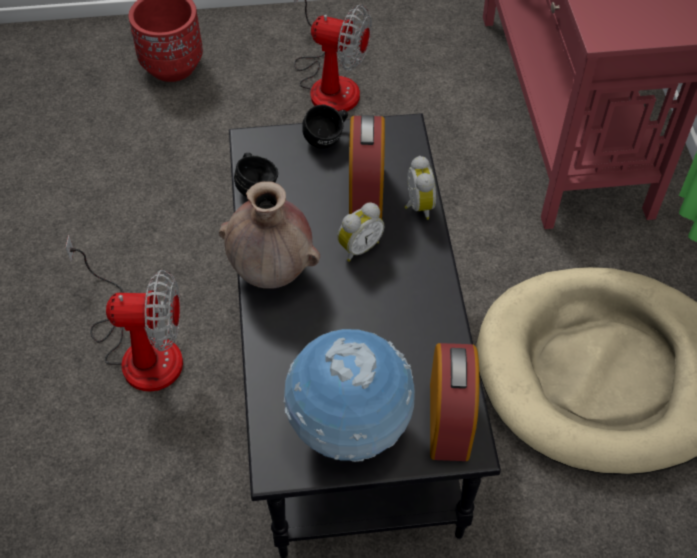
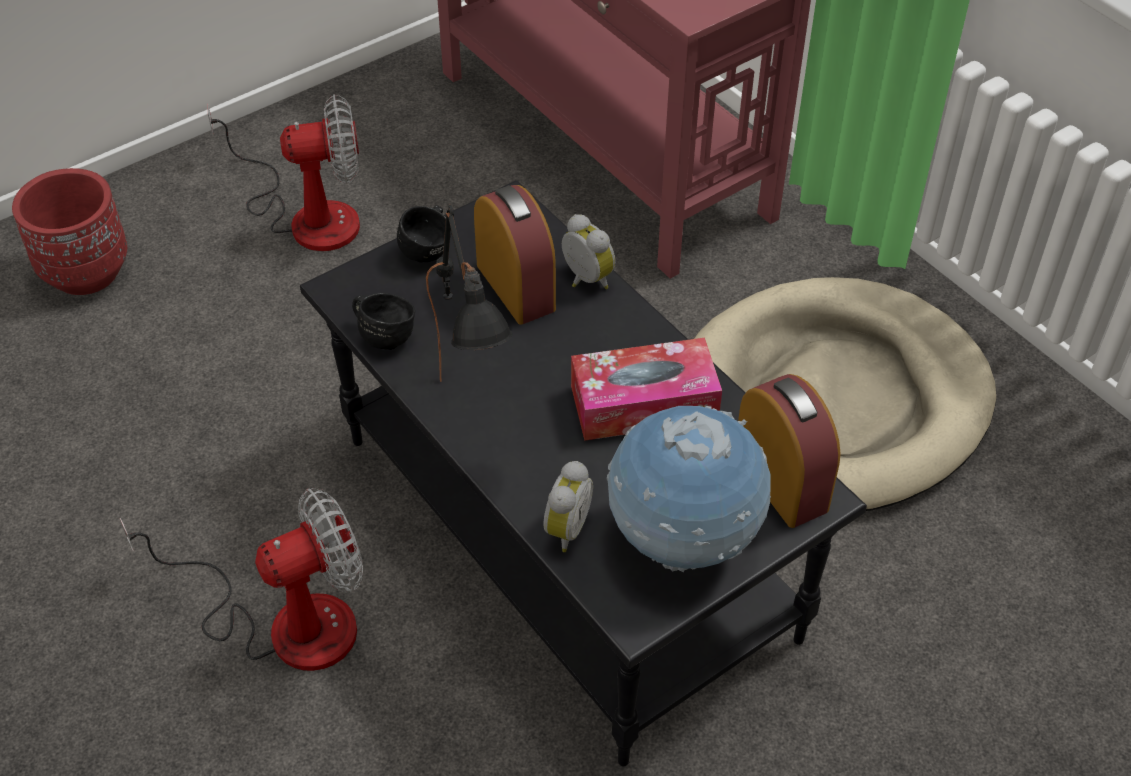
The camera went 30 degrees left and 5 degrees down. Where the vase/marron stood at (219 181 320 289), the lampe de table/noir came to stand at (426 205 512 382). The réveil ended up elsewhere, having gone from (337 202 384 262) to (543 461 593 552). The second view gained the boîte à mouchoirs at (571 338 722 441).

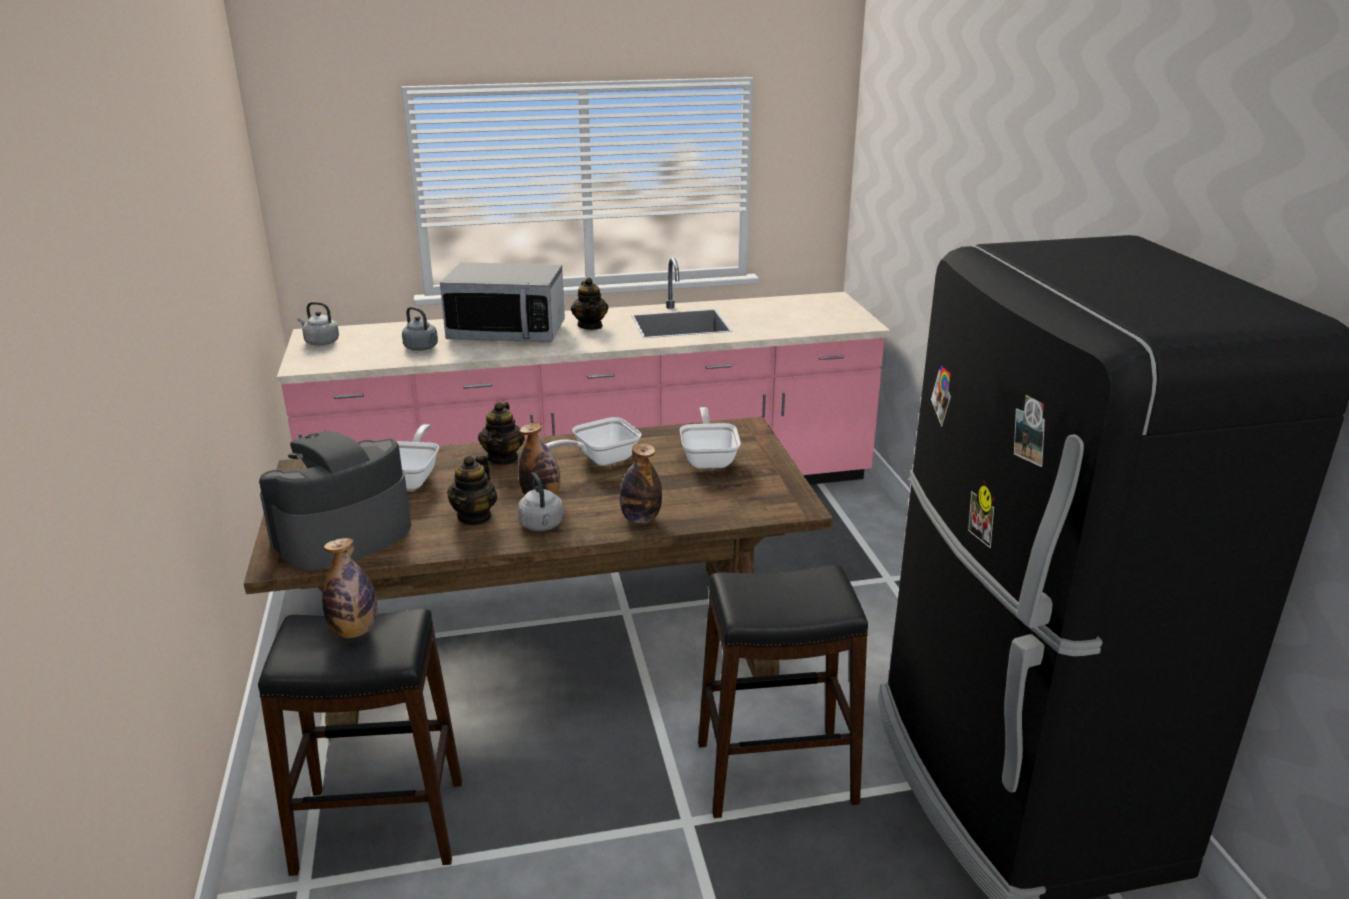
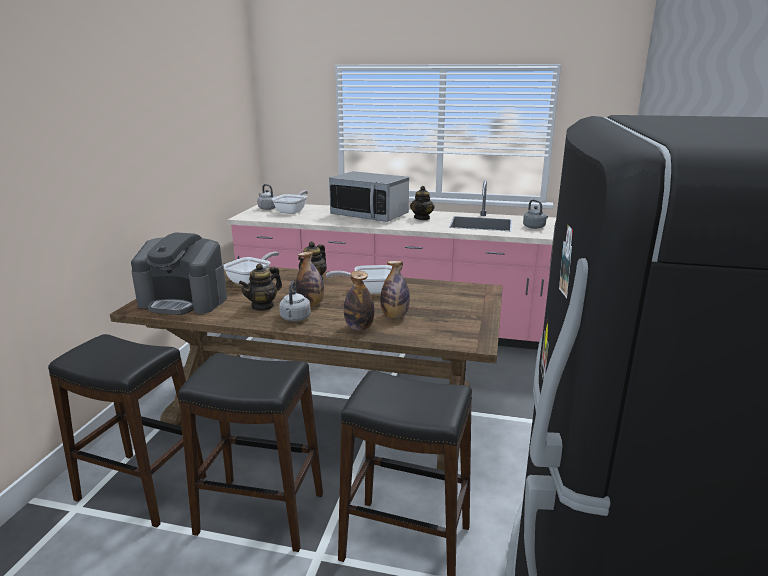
The camera went 25 degrees right and 5 degrees down. The bouilloire/gris ended up elsewhere, having gone from (402 307 438 351) to (523 199 548 229). The poêle ended up elsewhere, having gone from (680 407 741 469) to (272 191 308 214). The machine à café at (259 431 411 569) ended up facing another way, 150 degrees counterclockwise from before. The bouteille ended up elsewhere, having gone from (322 538 377 638) to (380 261 410 318). The second view gained the tabouret/noir at (179 353 323 552).

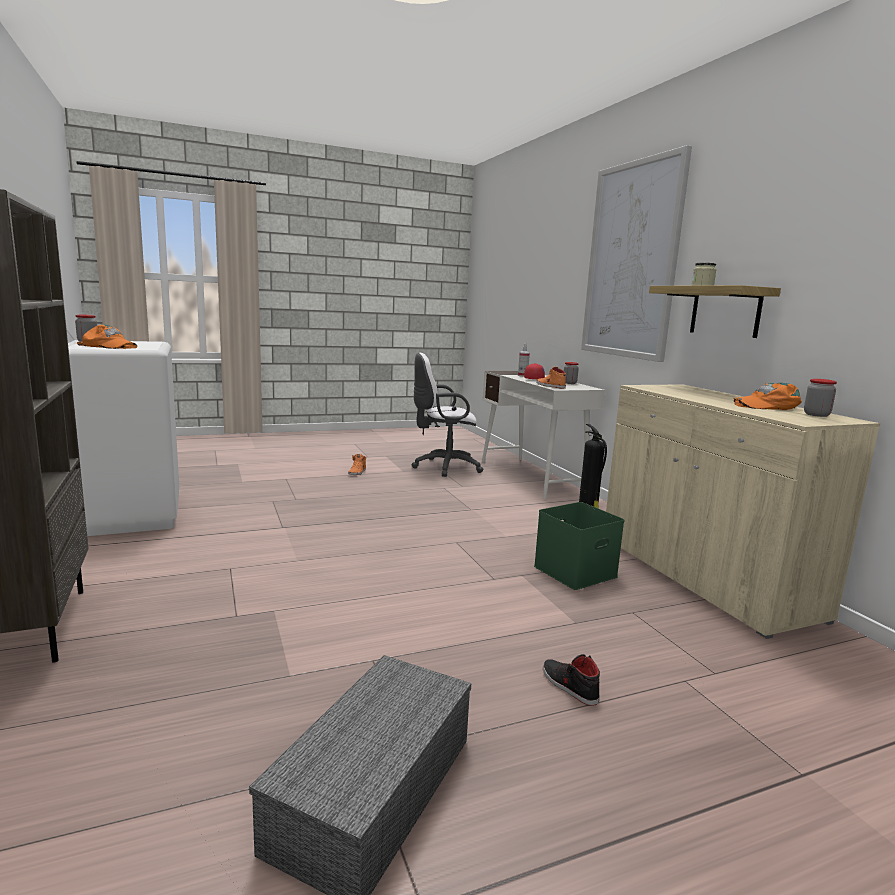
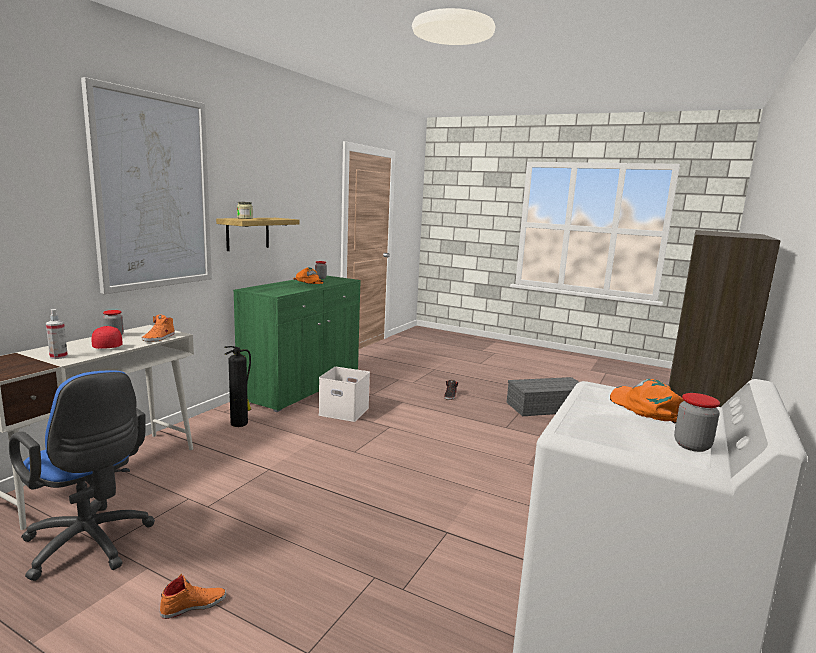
The camera went 130 degrees left and 0 degrees up. What was the chaise de bureau/blanc at (411 353 484 477) turned into the chaise de bureau/bleu at (9 370 155 581). What was the meuble de rangement/beige at (606 384 880 639) turned into the meuble de rangement/vert at (233 276 360 412). What was the boîte de rangement/vert at (534 502 624 590) turned into the boîte de rangement/blanc at (319 367 370 422).

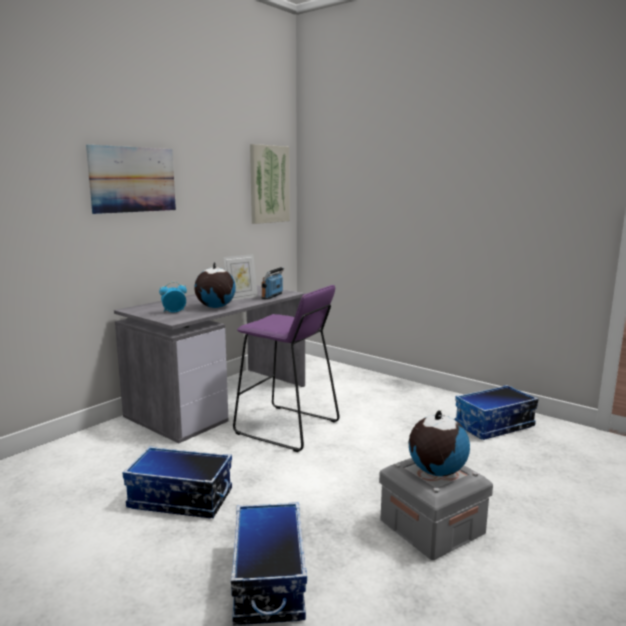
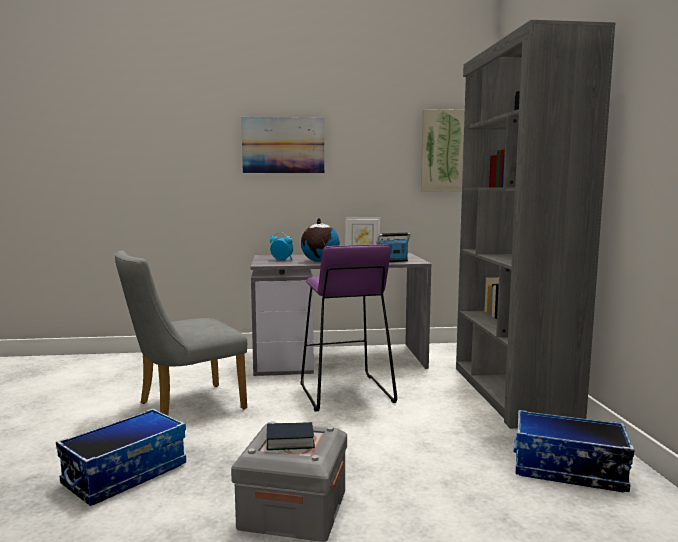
The camera went 45 degrees right and 5 degrees down. Where the globe stood at (409 410 470 476), the livre came to stand at (267 422 315 450). Where the boîte de rangement stood at (123 446 232 518), the chaise/gris came to stand at (115 250 247 416). The second view gained the bibliothèque/gris at (456 20 615 429).

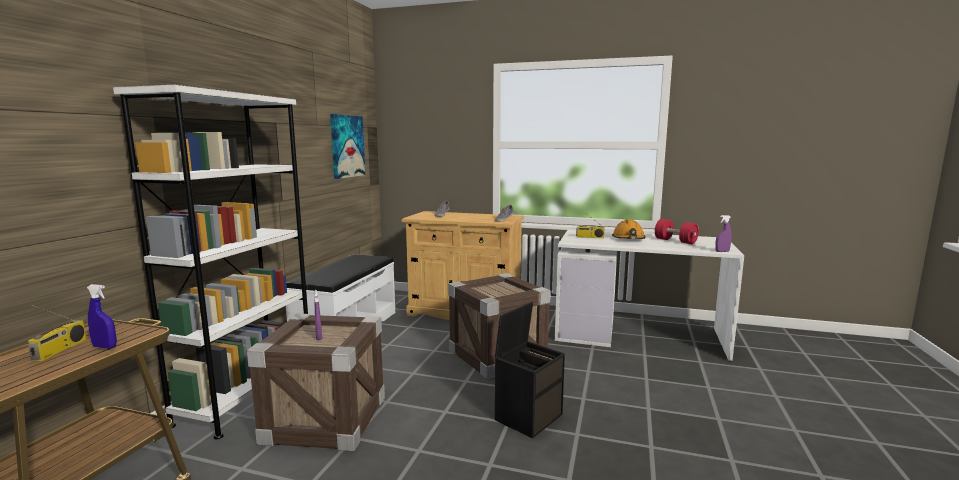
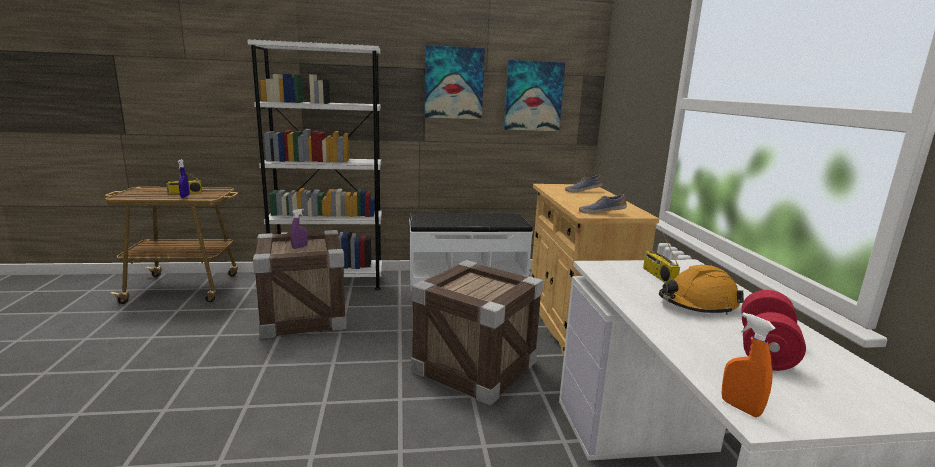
The camera went 65 degrees right and 5 degrees up. What was the vaporisateur/violet at (715 215 732 252) turned into the vaporisateur/orange at (722 312 776 417). The second view lost the boîte de rangement/noir at (495 302 565 438). The second view gained the tableau at (424 45 485 119).

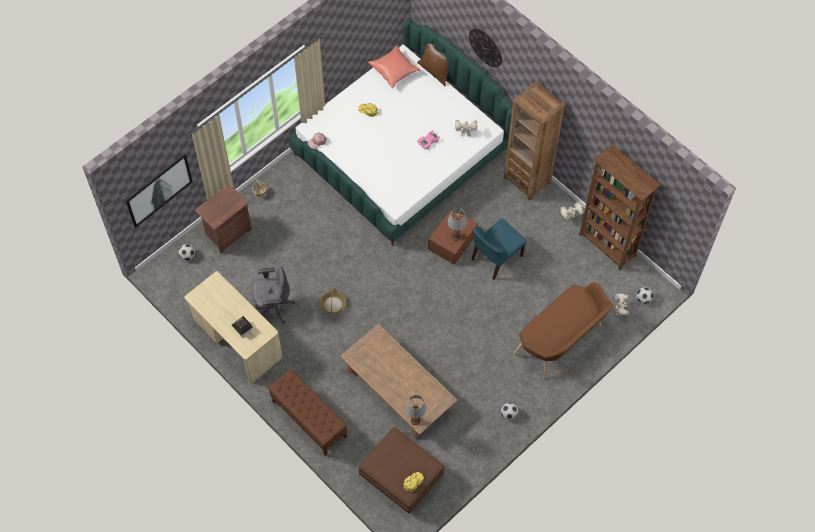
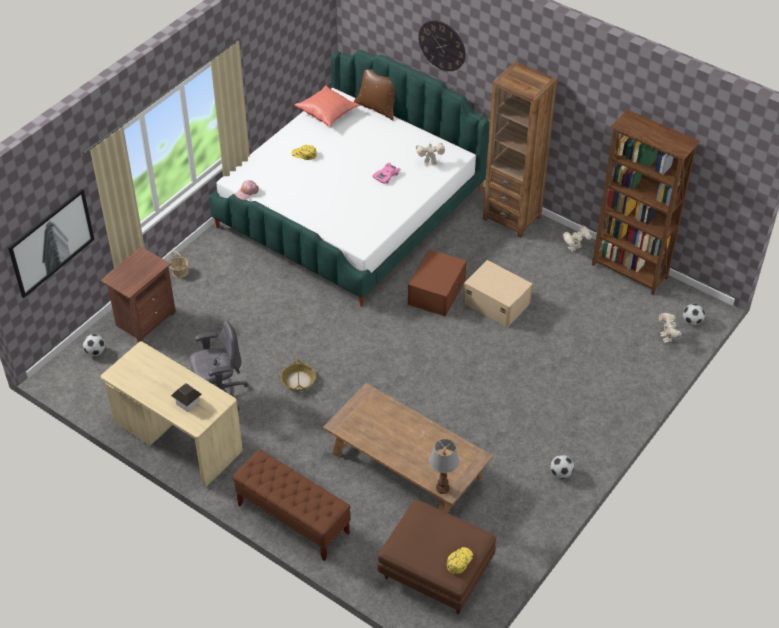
The camera went 10 degrees left and 15 degrees down. The second view lost the lampe de table at (447 208 467 241). Where the chaise/bleu stood at (472 218 527 280), the boîte de rangement/beige came to stand at (463 260 533 327). The second view lost the banc/marron at (513 283 613 379).

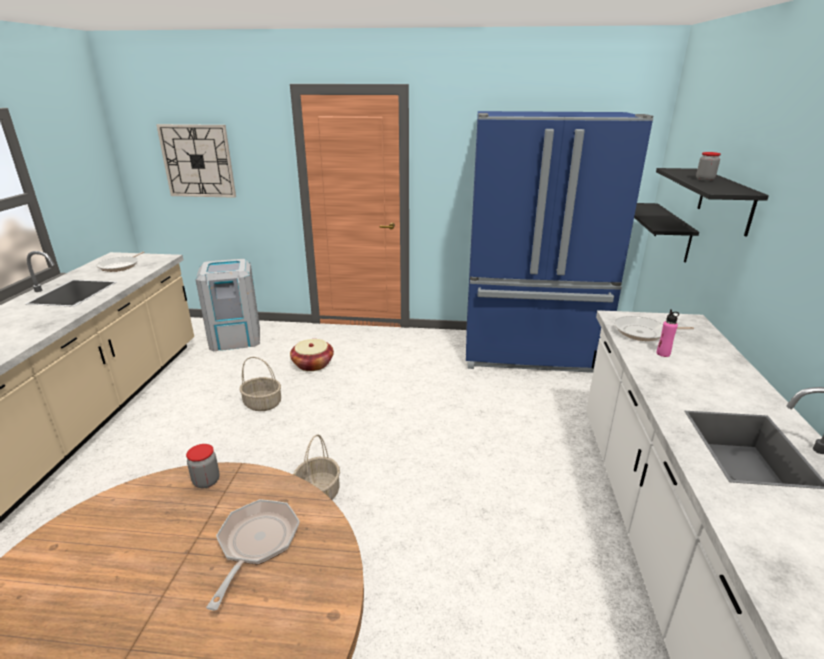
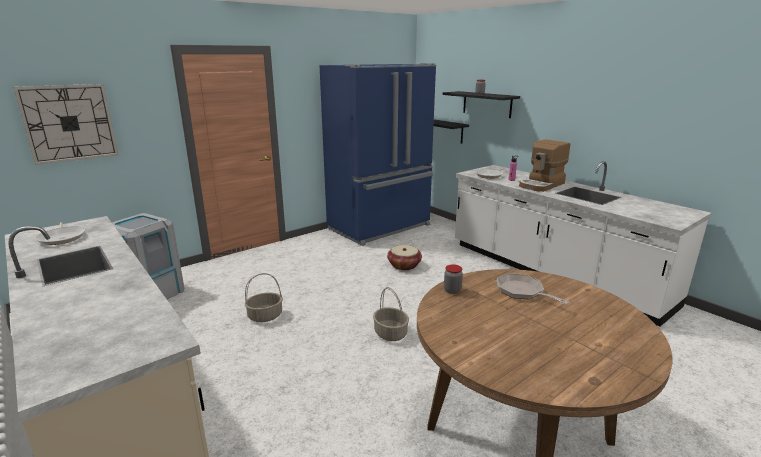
The camera went 45 degrees left and 5 degrees down. The panier ended up elsewhere, having gone from (290 339 334 371) to (387 245 422 270). The second view gained the machine à café at (519 139 570 192).

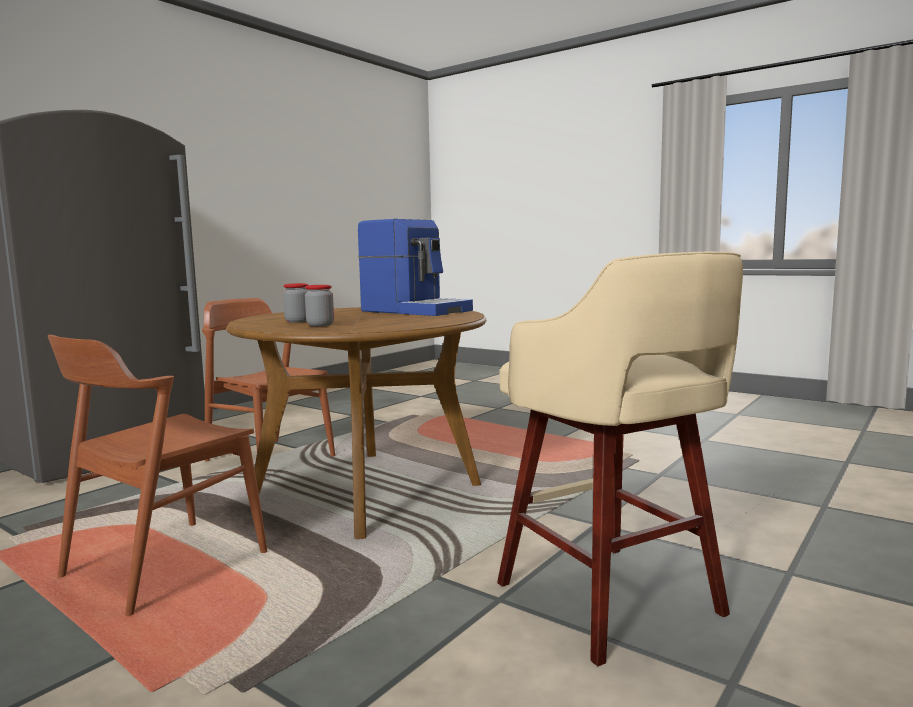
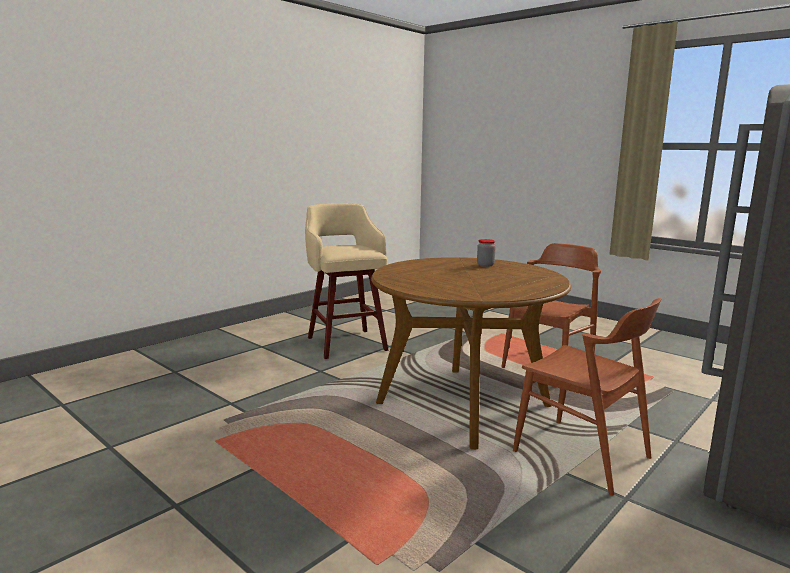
The camera went 175 degrees left and 5 degrees up. The second view lost the machine à café at (358 219 473 316). The second view lost the bocal at (283 283 308 323).

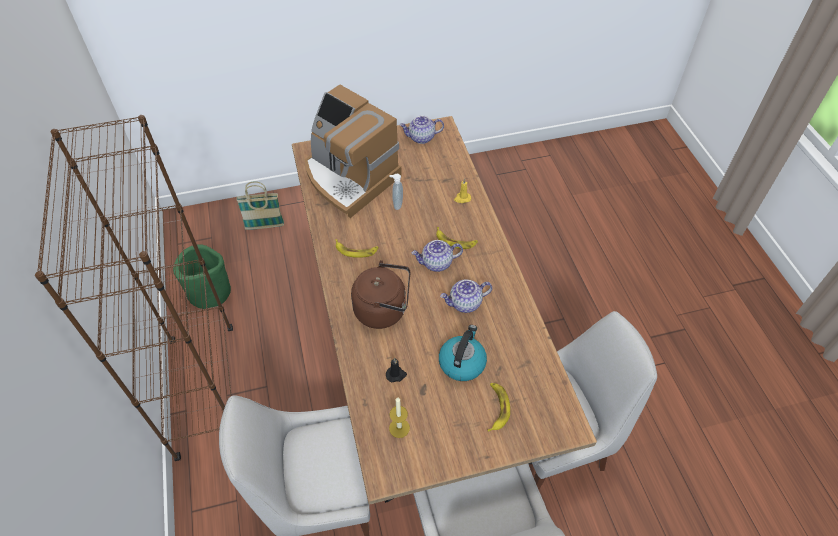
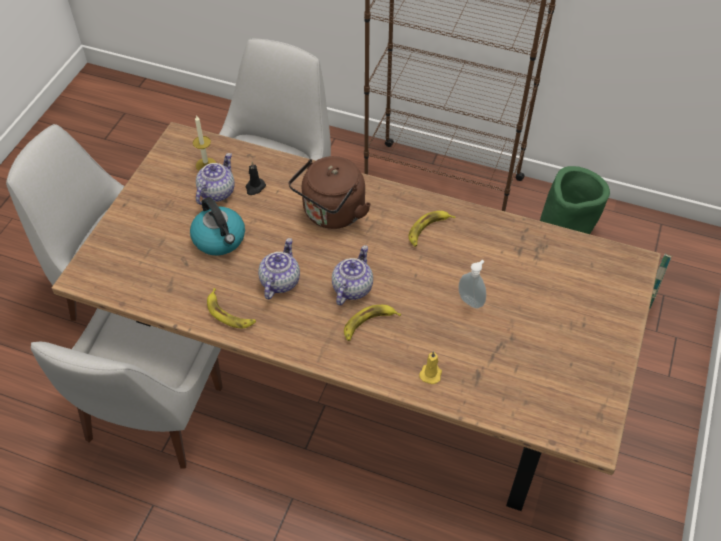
The camera went 125 degrees right and 0 degrees up. The second view lost the machine à café at (305 85 402 218). The théière ended up elsewhere, having gone from (399 116 444 144) to (196 153 235 205). The banane ended up elsewhere, having gone from (487 383 510 432) to (207 288 256 328).

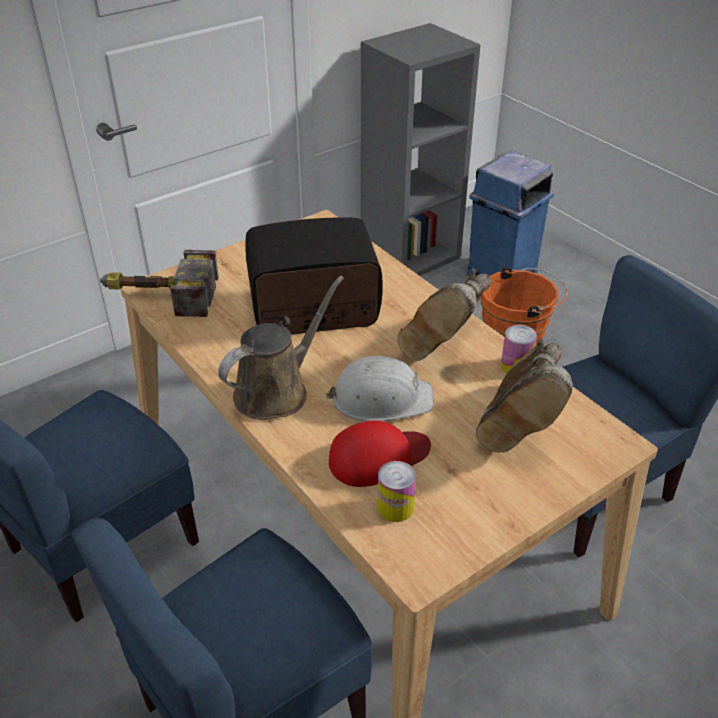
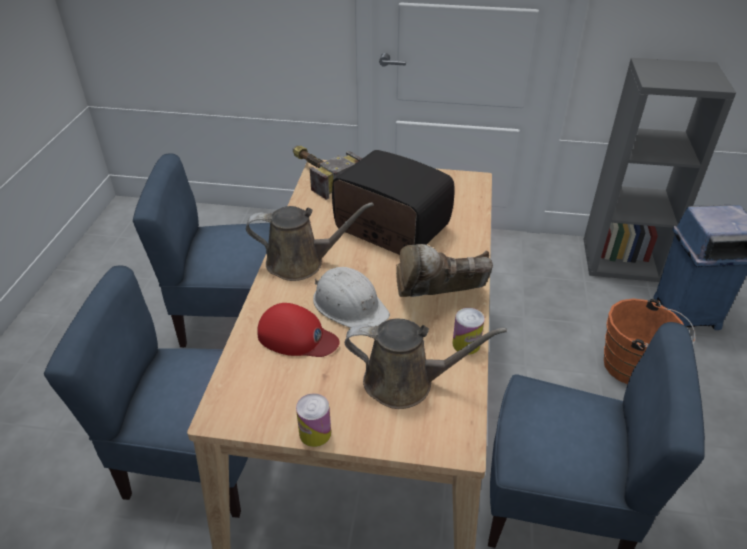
The camera went 45 degrees right and 0 degrees up. Where the botte/marron stood at (476 339 573 453), the arrosoir/marron came to stand at (345 319 507 409). The boîte métallique ended up elsewhere, having gone from (377 461 416 522) to (296 393 331 447).

